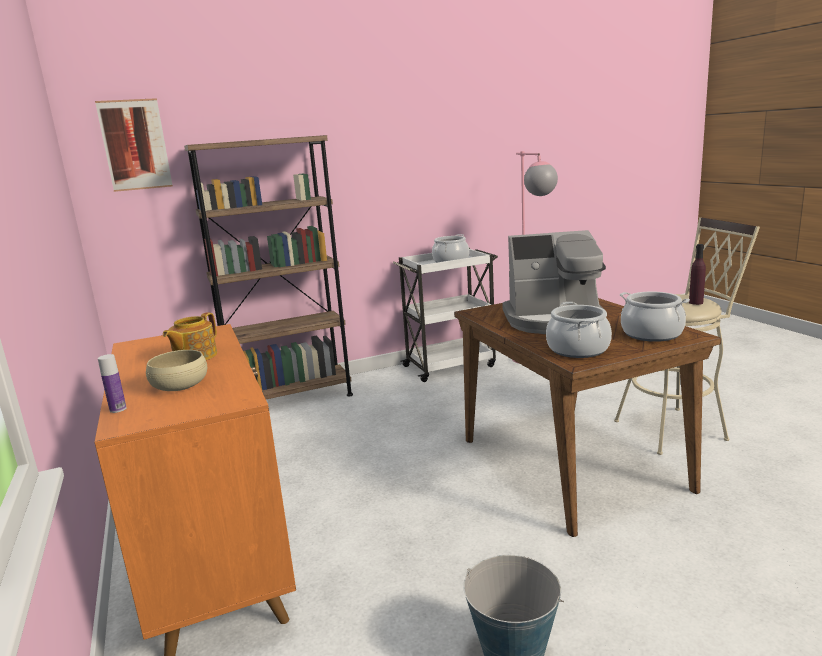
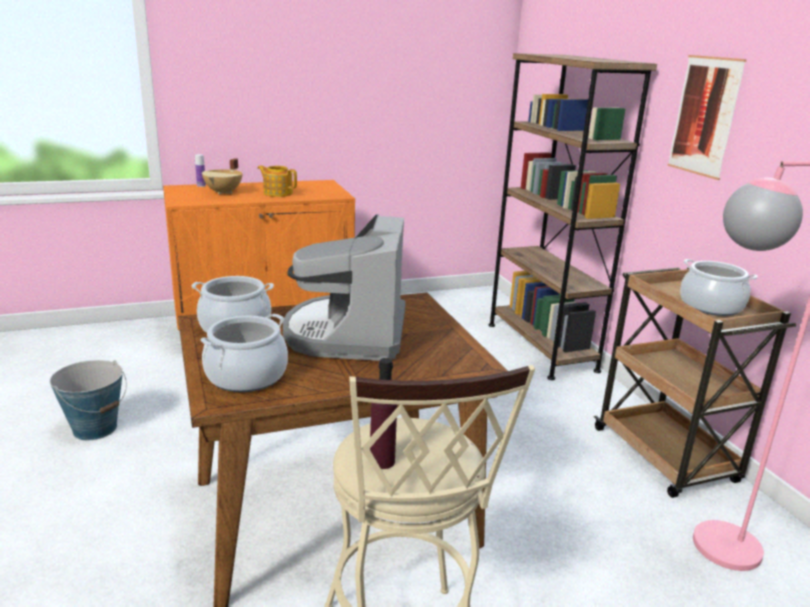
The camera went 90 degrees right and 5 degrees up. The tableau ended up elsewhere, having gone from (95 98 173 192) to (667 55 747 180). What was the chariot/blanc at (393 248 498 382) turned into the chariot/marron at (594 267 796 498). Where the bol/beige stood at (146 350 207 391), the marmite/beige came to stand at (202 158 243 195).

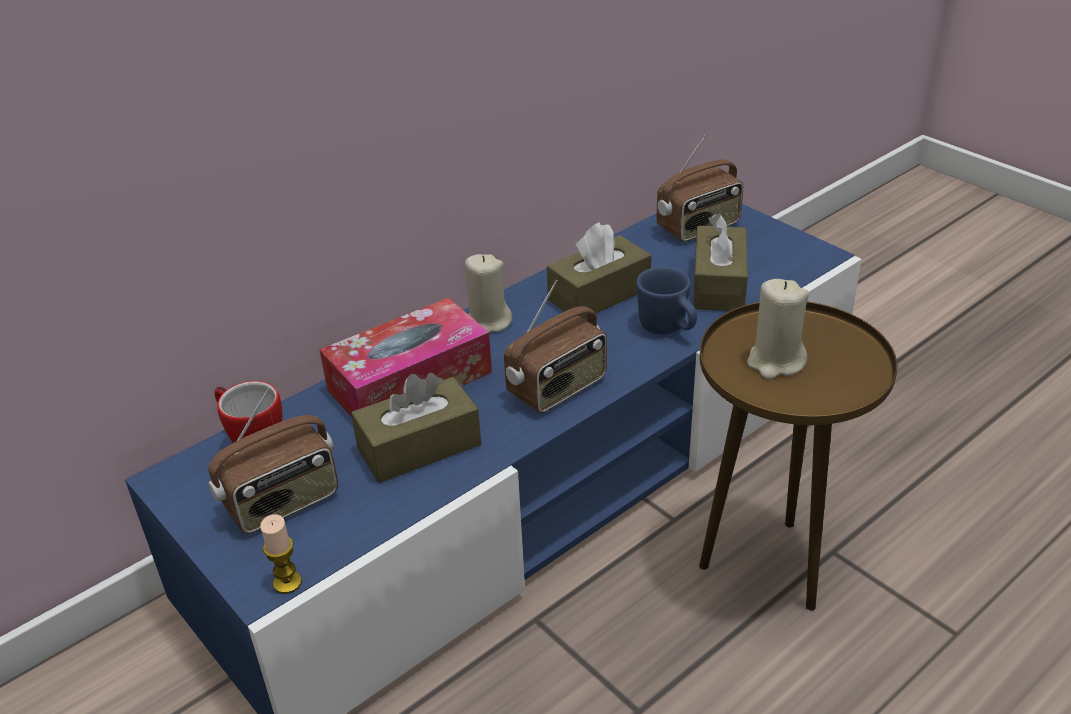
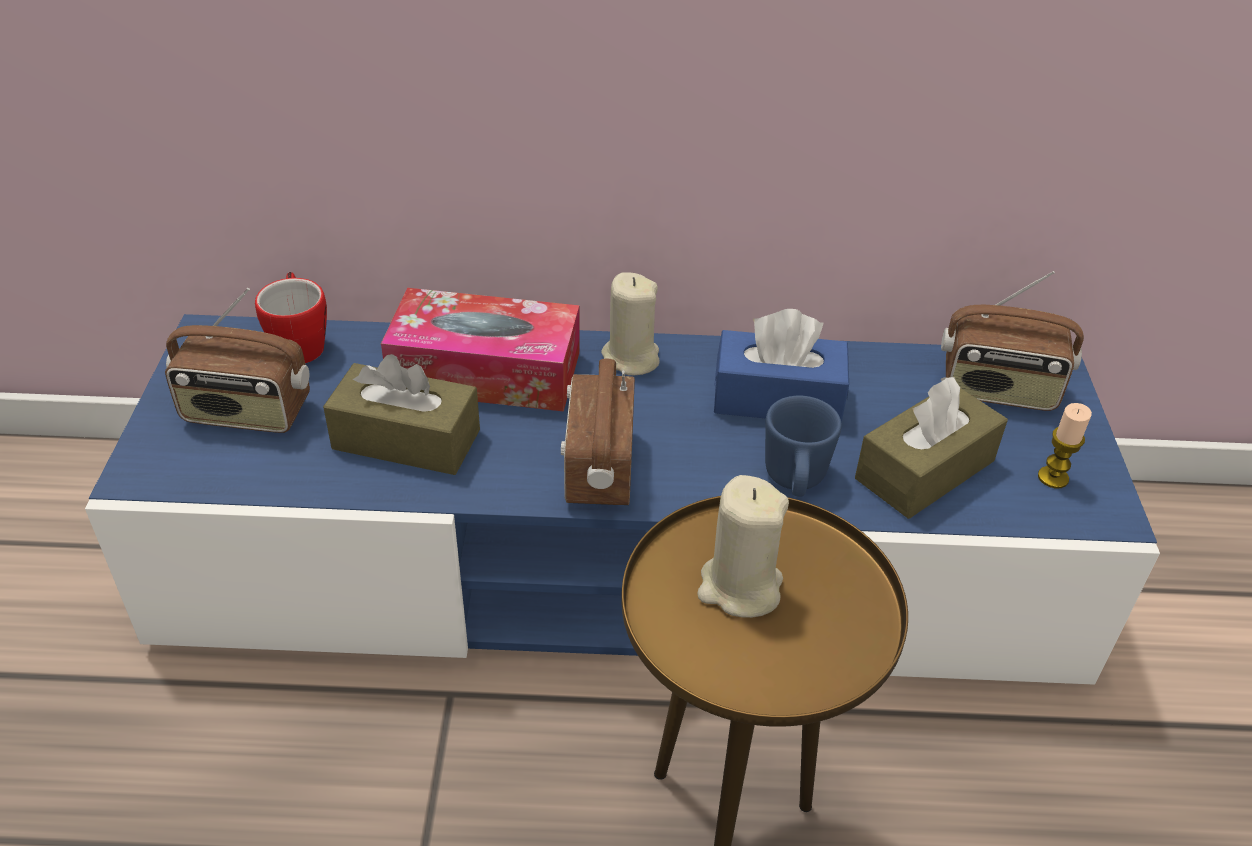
The camera went 40 degrees right and 5 degrees up. What was the boîte à mouchoirs/marron at (547 222 651 319) turned into the boîte à mouchoirs/bleu at (714 309 849 423). The radio at (504 280 607 413) ended up facing another way, 90 degrees clockwise from before. The bougie ended up elsewhere, having gone from (260 514 302 594) to (1038 403 1092 488).

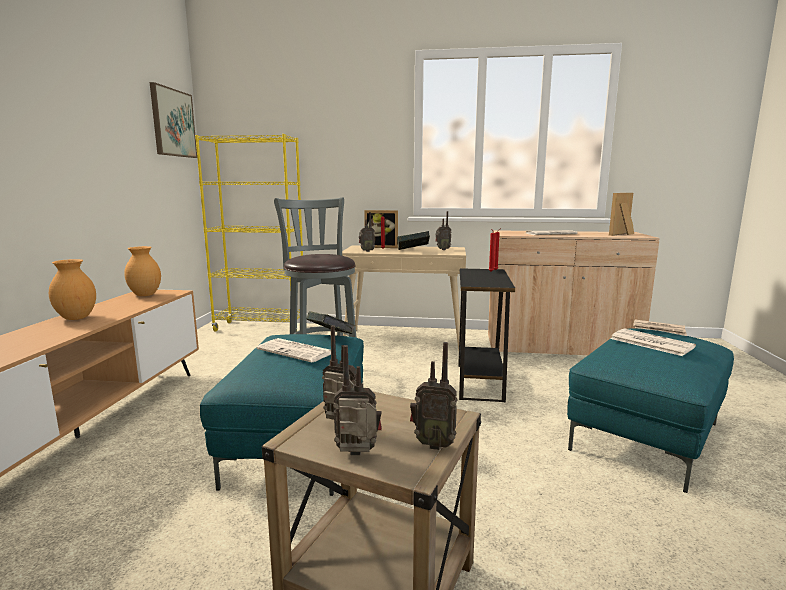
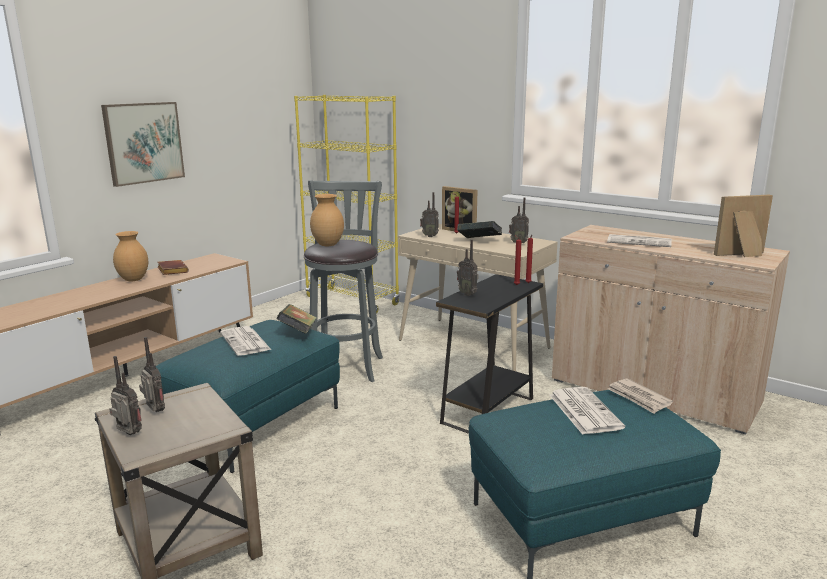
The camera went 30 degrees right and 5 degrees up. The tableau ended up elsewhere, having gone from (150 82 197 158) to (101 102 185 187). The vase/marron ended up elsewhere, having gone from (124 246 161 296) to (310 194 344 246). The radio ended up elsewhere, having gone from (410 342 458 450) to (457 240 479 296). The second view gained the livre/marron at (157 260 189 275).

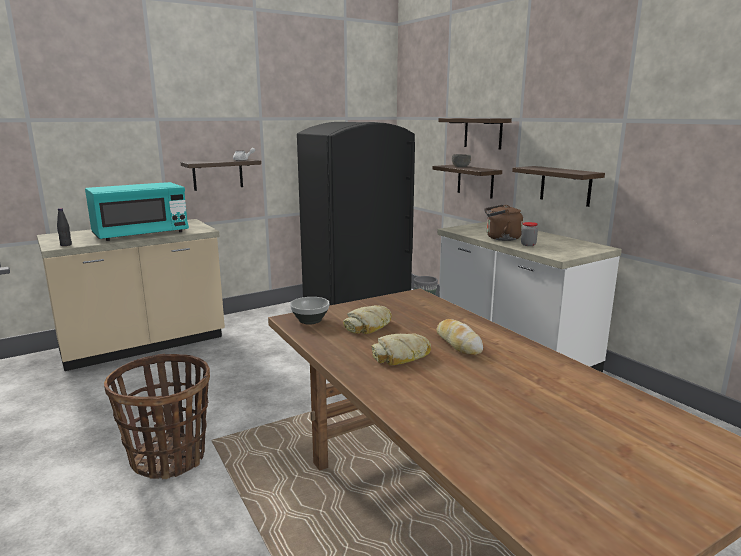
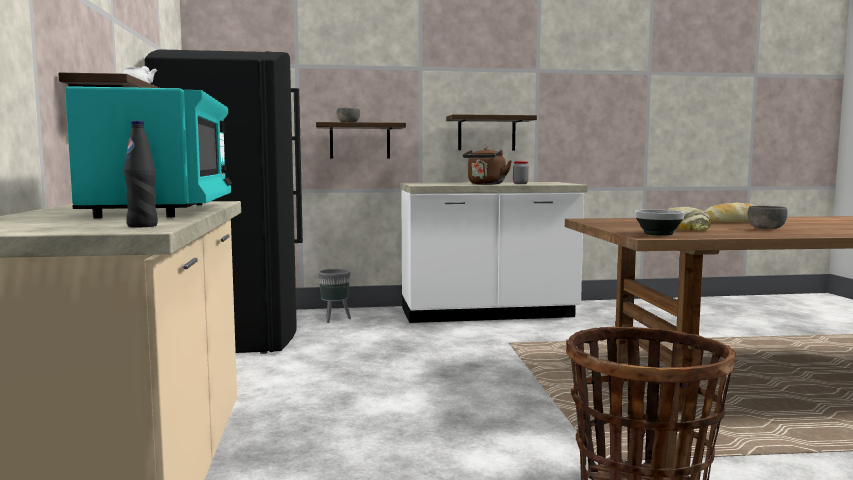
The camera went 65 degrees left and 10 degrees down. The second view lost the étagère at (438 118 512 150). Where the pain stood at (371 333 431 365), the bol/gris came to stand at (747 206 788 229).

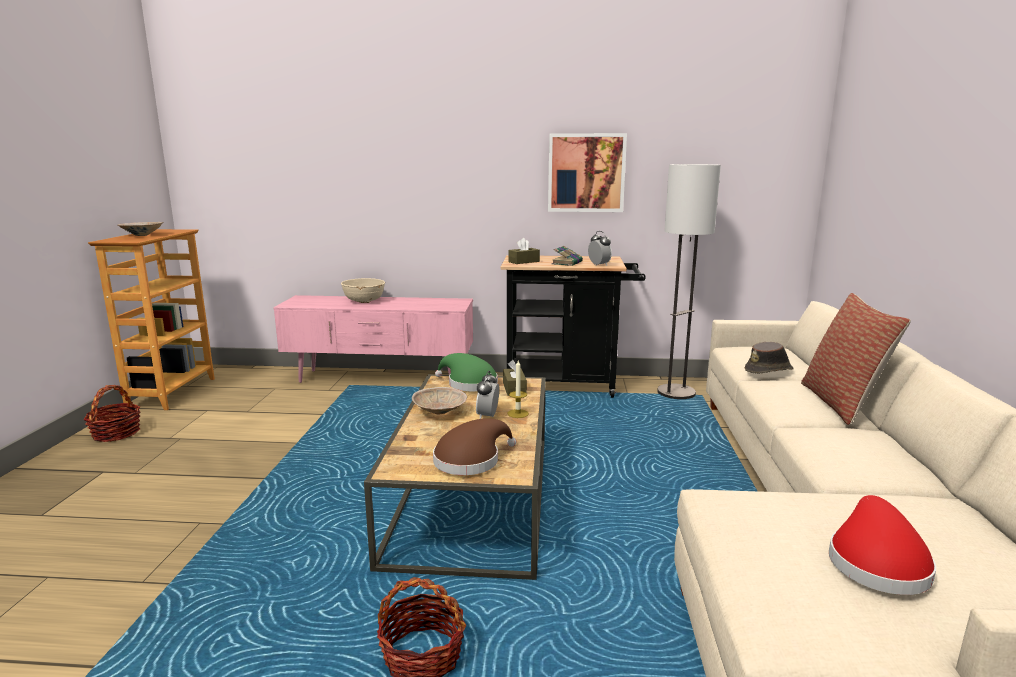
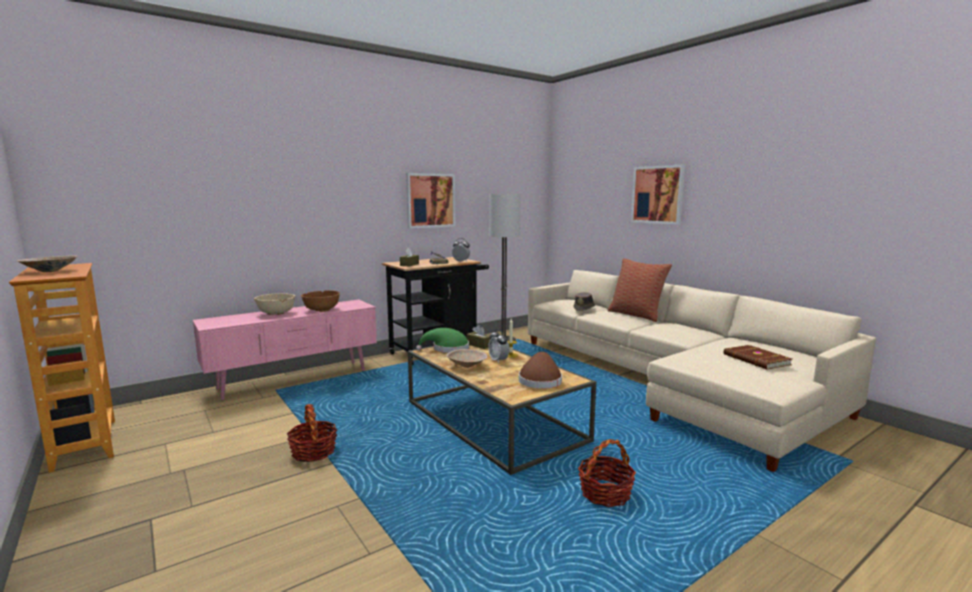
The camera went 40 degrees left and 5 degrees down. The panier ended up elsewhere, having gone from (83 385 141 442) to (287 404 337 462). Where the chapeau/rouge stood at (829 495 936 595), the livre/marron came to stand at (724 345 792 370). The second view gained the tableau at (631 164 685 225). The second view gained the bol/marron at (301 290 340 312).

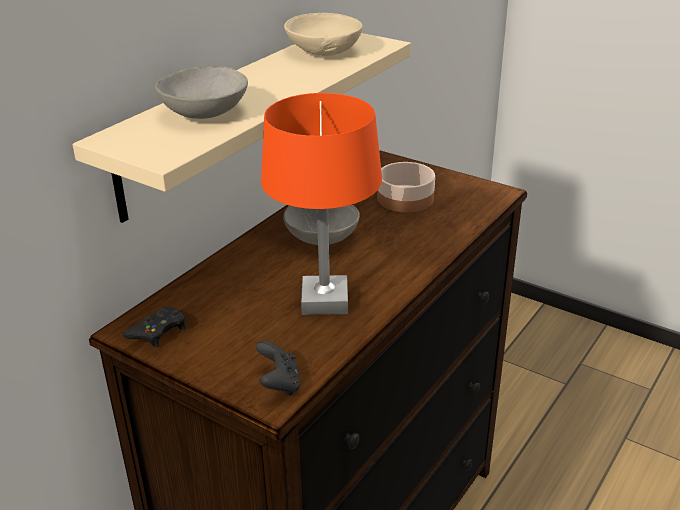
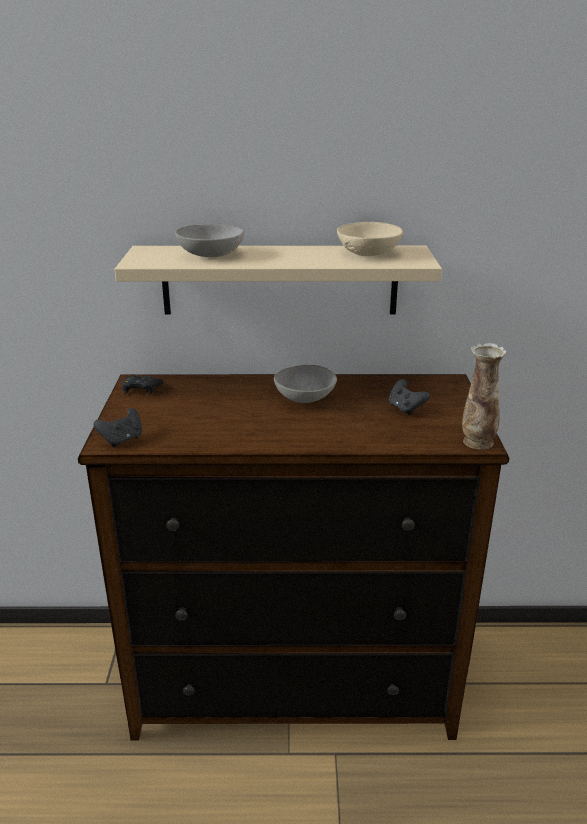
The camera went 55 degrees right and 5 degrees down. The second view lost the lampe de table/orange at (261 93 382 315). Where the bol stood at (377 162 435 212), the manette/noir came to stand at (388 379 430 415). The second view gained the vase at (462 343 507 450).

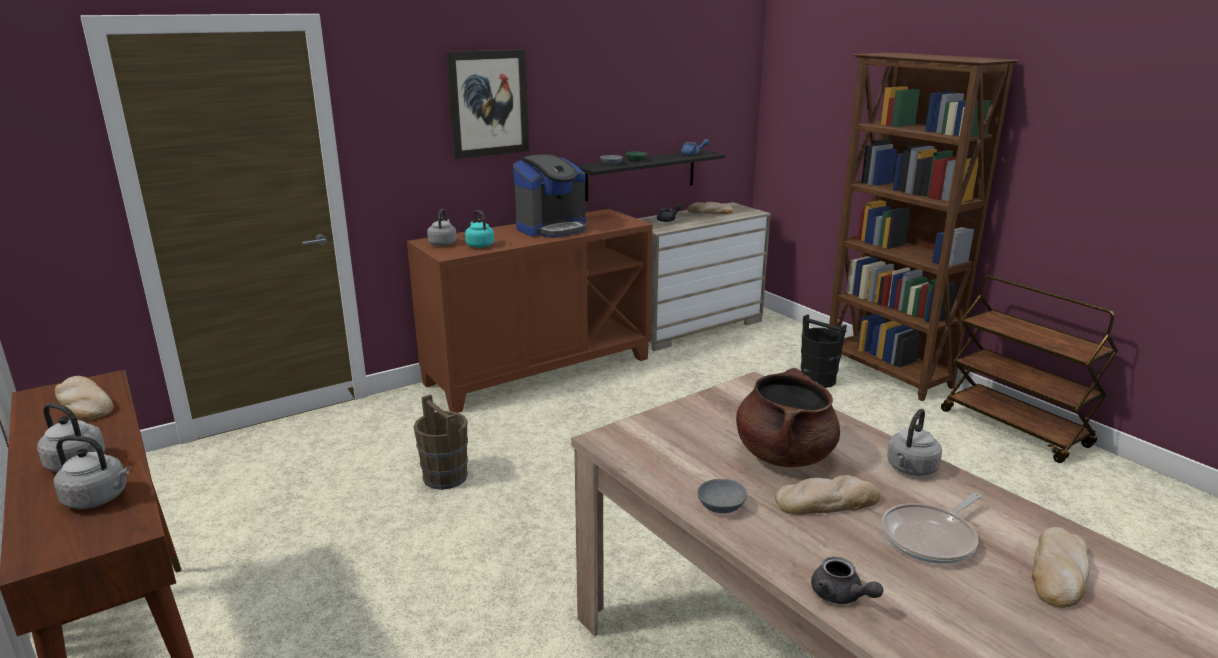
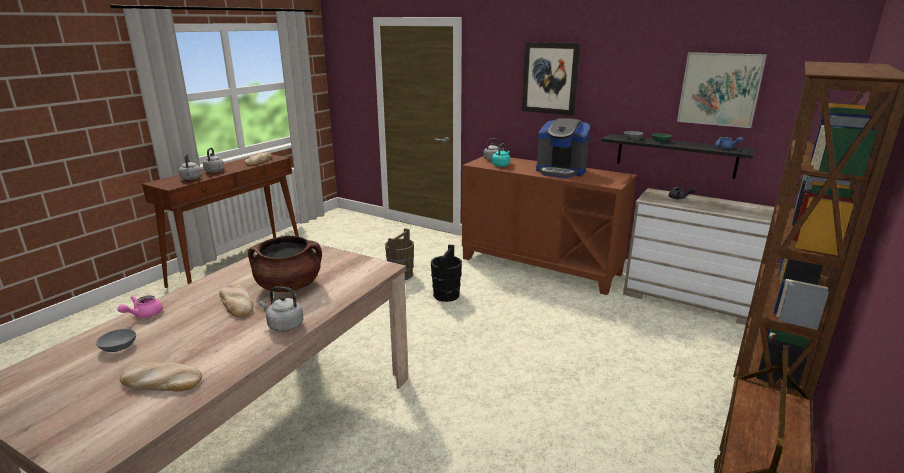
The camera went 65 degrees right and 0 degrees up. The second view lost the pain at (687 202 733 214). The seau/noir ended up elsewhere, having gone from (801 314 847 388) to (431 244 462 302). The bol/gris ended up elsewhere, having gone from (697 479 747 513) to (96 329 136 352). The second view lost the poêle at (882 493 981 564). What was the théière/gris at (811 557 883 604) turned into the théière/rose at (117 295 163 318). The second view gained the tableau at (677 52 767 128).

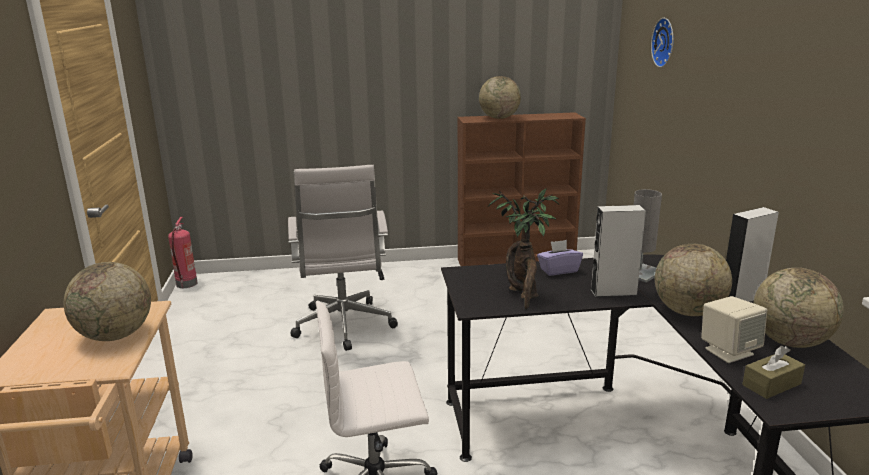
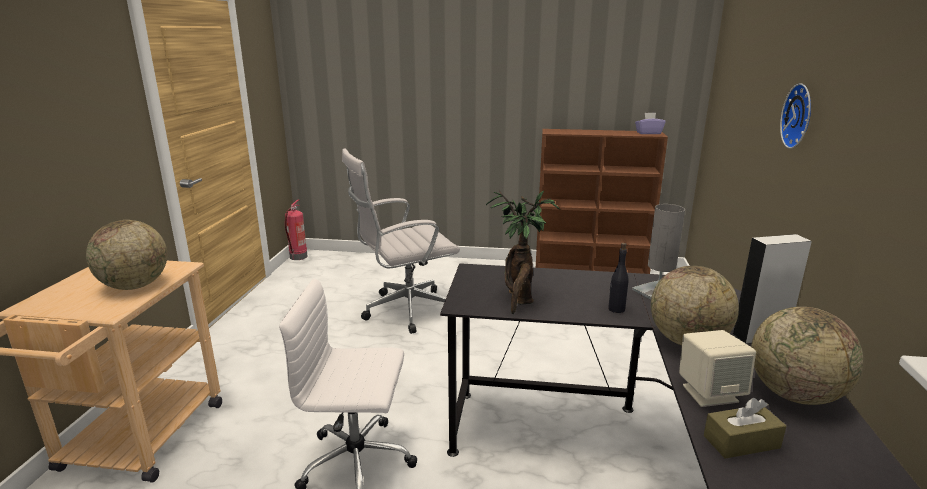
The camera went 15 degrees right and 0 degrees up. The horloge murale ended up elsewhere, having gone from (651 18 674 67) to (780 83 811 149). The second view lost the globe at (479 76 521 119). The chaise de bureau/blanc at (288 165 398 351) ended up facing another way, 60 degrees clockwise from before. Where the enceinte/gris stood at (591 205 646 297), the bouteille/noir came to stand at (608 243 629 313). The boîte à mouchoirs/violet ended up elsewhere, having gone from (537 240 583 276) to (635 113 666 134).

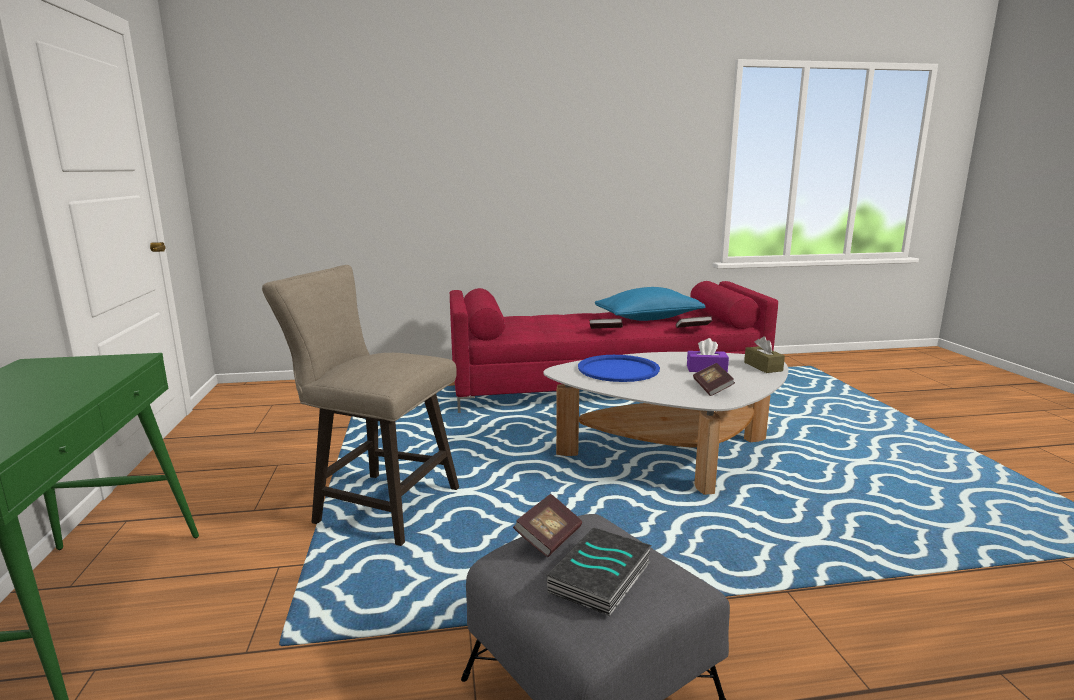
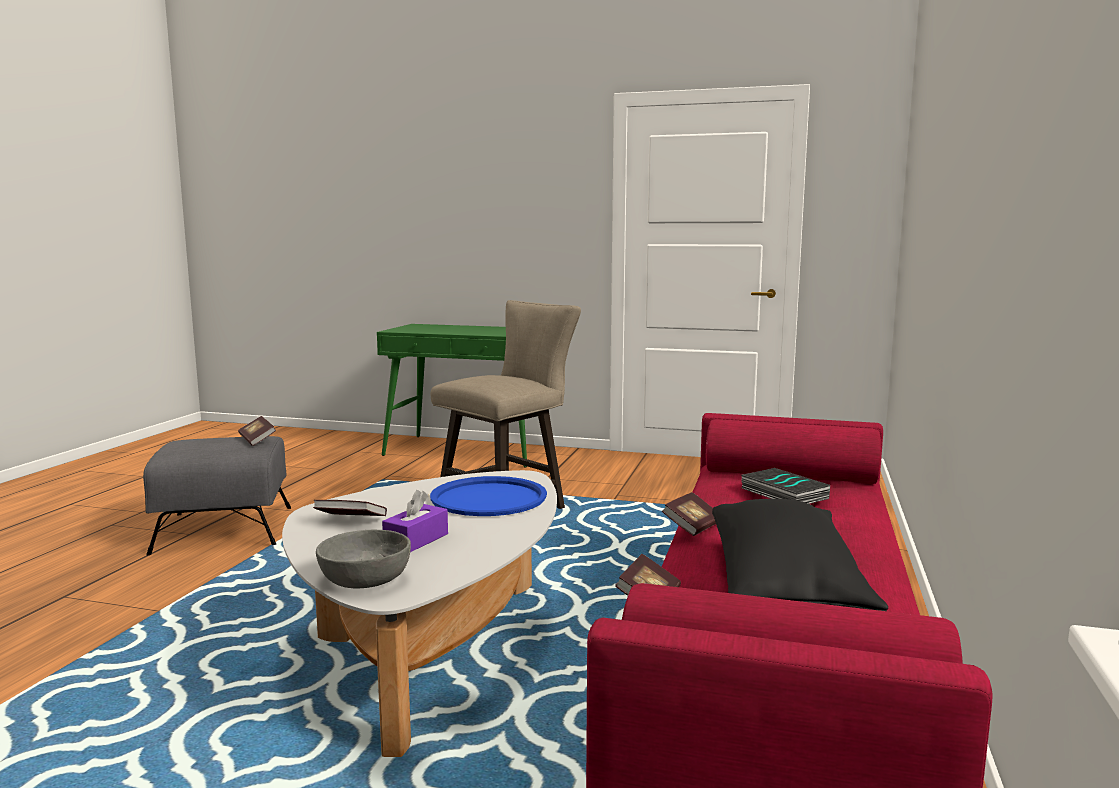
The camera went 115 degrees right and 5 degrees down. What was the coussin/bleu at (595 287 705 321) turned into the coussin/noir at (712 499 888 611). Where the boîte à mouchoirs/marron stood at (744 336 785 373), the bol/gris came to stand at (316 530 411 588). The livre ended up elsewhere, having gone from (547 528 652 616) to (741 468 830 504).

